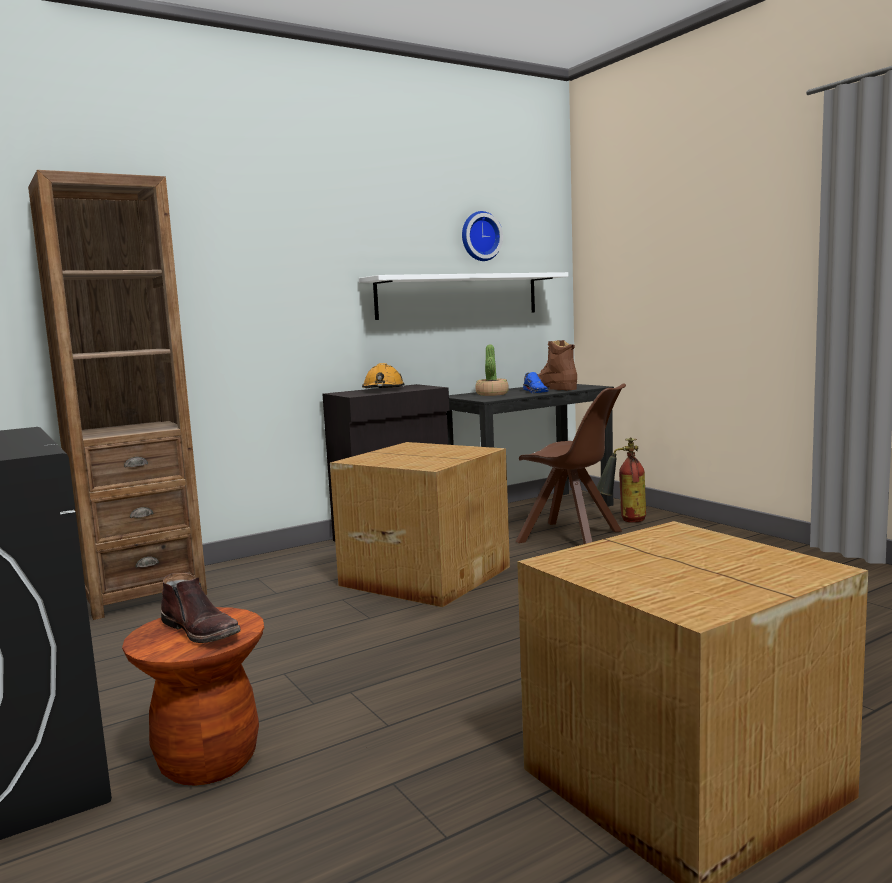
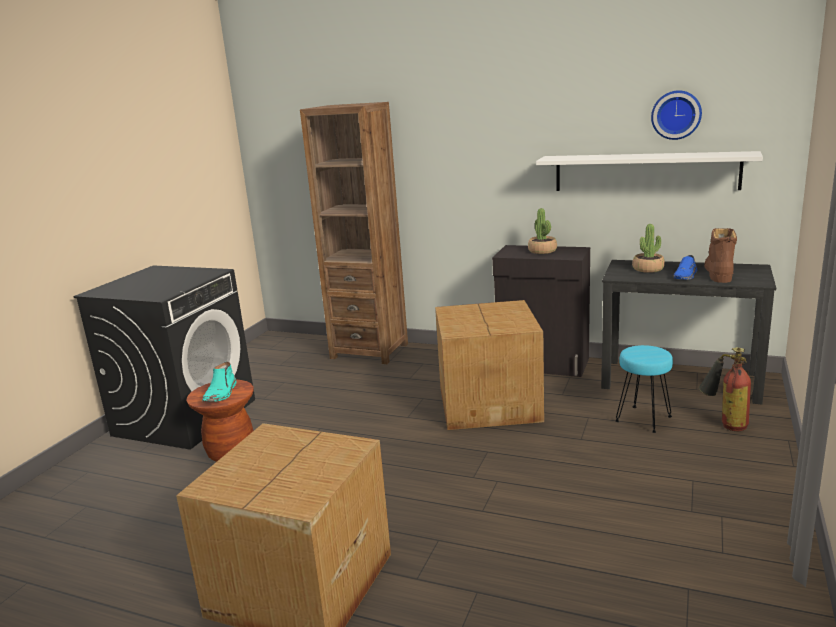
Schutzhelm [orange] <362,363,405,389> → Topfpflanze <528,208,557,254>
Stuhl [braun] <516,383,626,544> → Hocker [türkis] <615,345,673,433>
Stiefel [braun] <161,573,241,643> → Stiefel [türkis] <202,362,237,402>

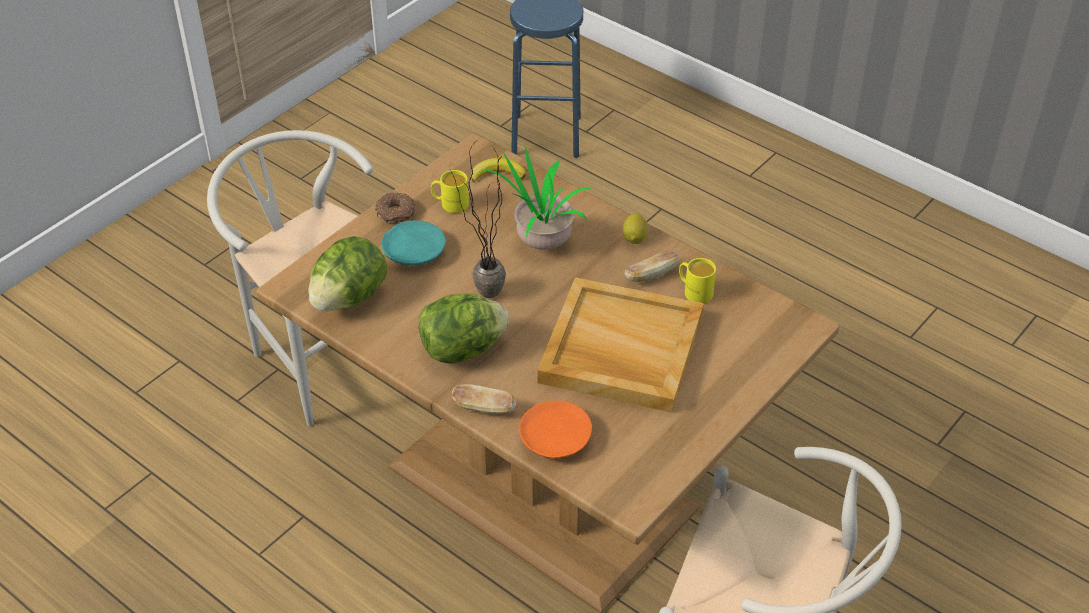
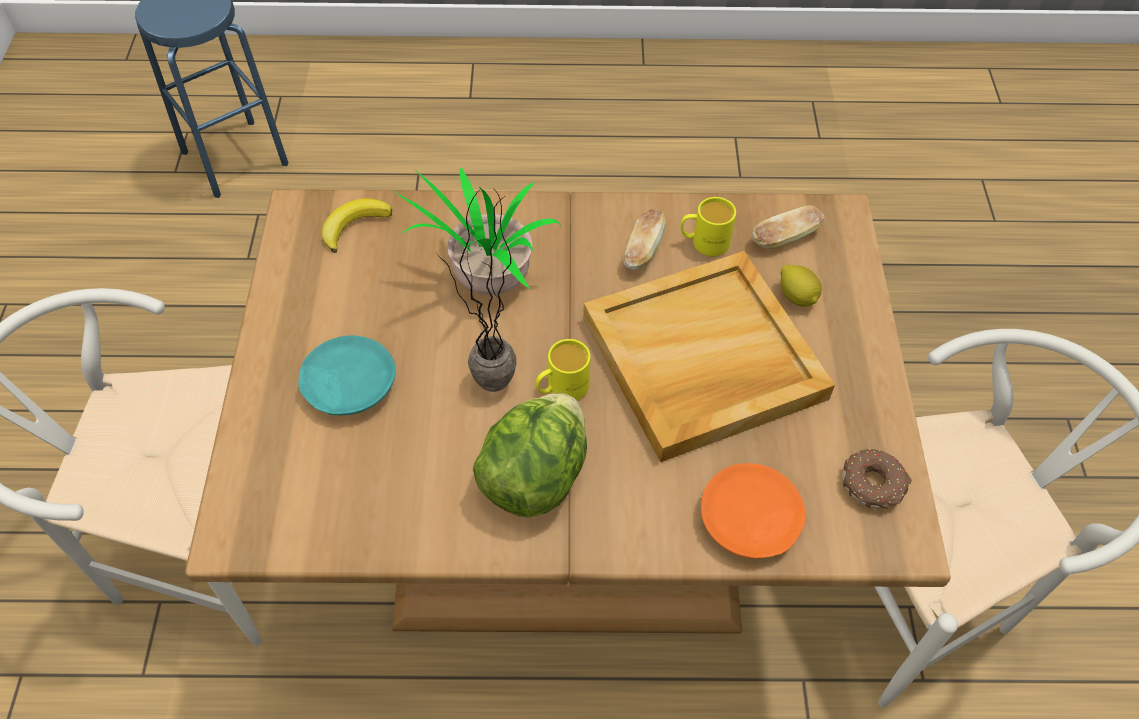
Salatkopf <308,236,387,311> → -
Donut <375,192,415,224> → Donut <843,449,912,509>, moved
Henkelbecher [gelb] <431,170,469,213> → Henkelbecher [gelb] <536,339,591,401>, moved
Brot <452,384,516,414> → Brot <752,205,825,249>, moved
Zitrone <623,213,649,244> → Zitrone <781,265,822,307>, moved

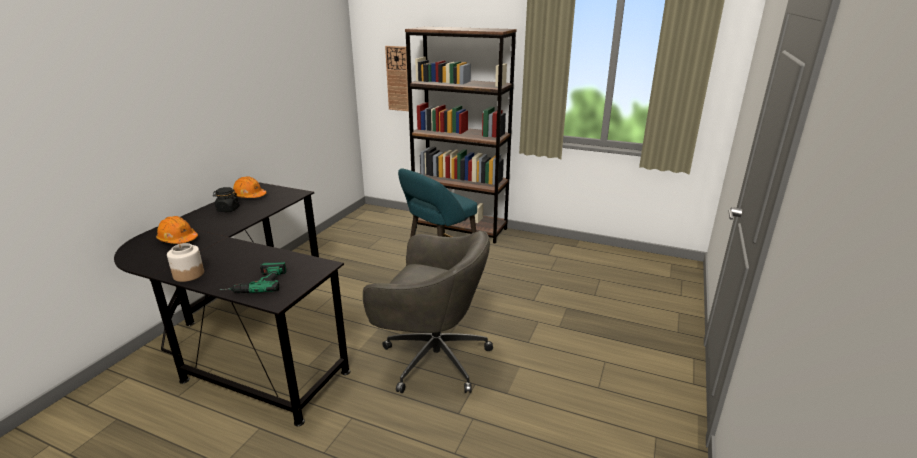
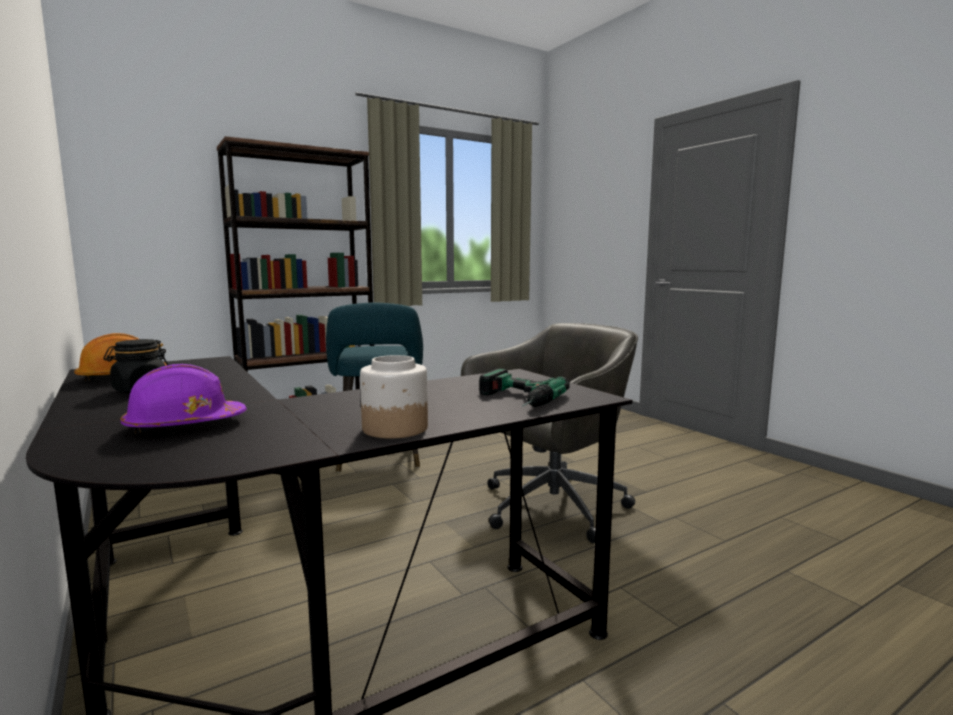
Wanduhr <385,46,409,111> → -
Schutzhelm [orange] <156,216,198,244> → Schutzhelm [lila] <120,364,247,434>

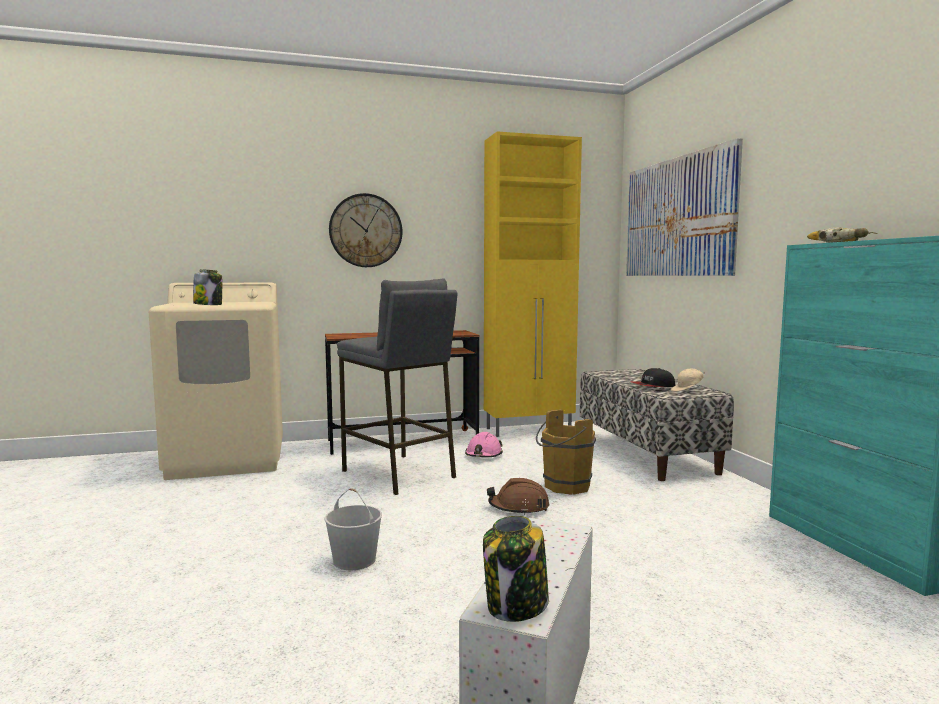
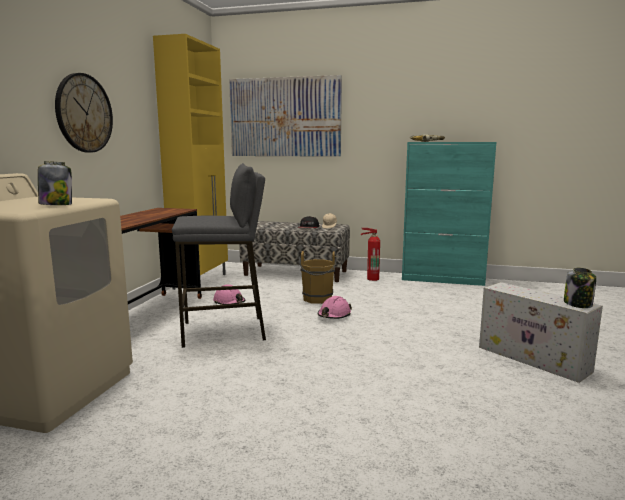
Eimer [weiß] <325,488,382,570> → -
- → Feuerlöscher <361,228,380,281>
Schutzhelm [braun] <487,478,549,515> → Schutzhelm [rosa] <318,296,352,319>

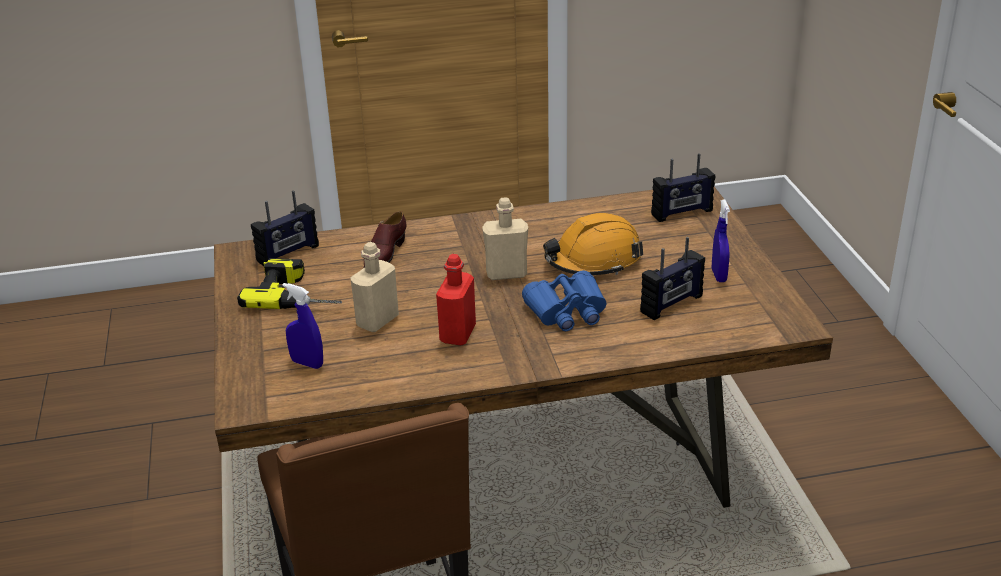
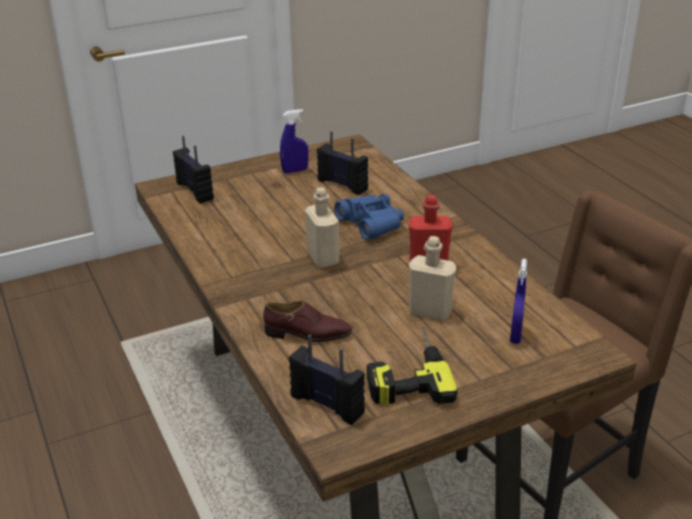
Schutzhelm [orange] <543,213,643,275> → -

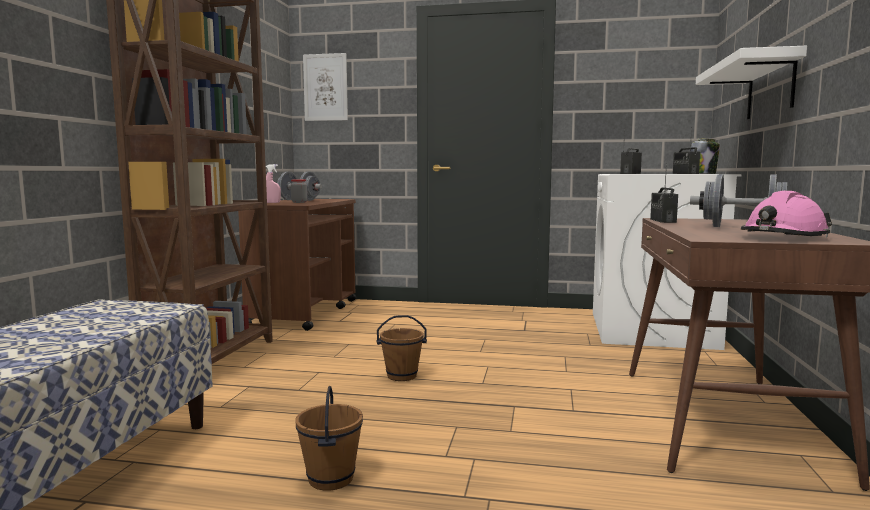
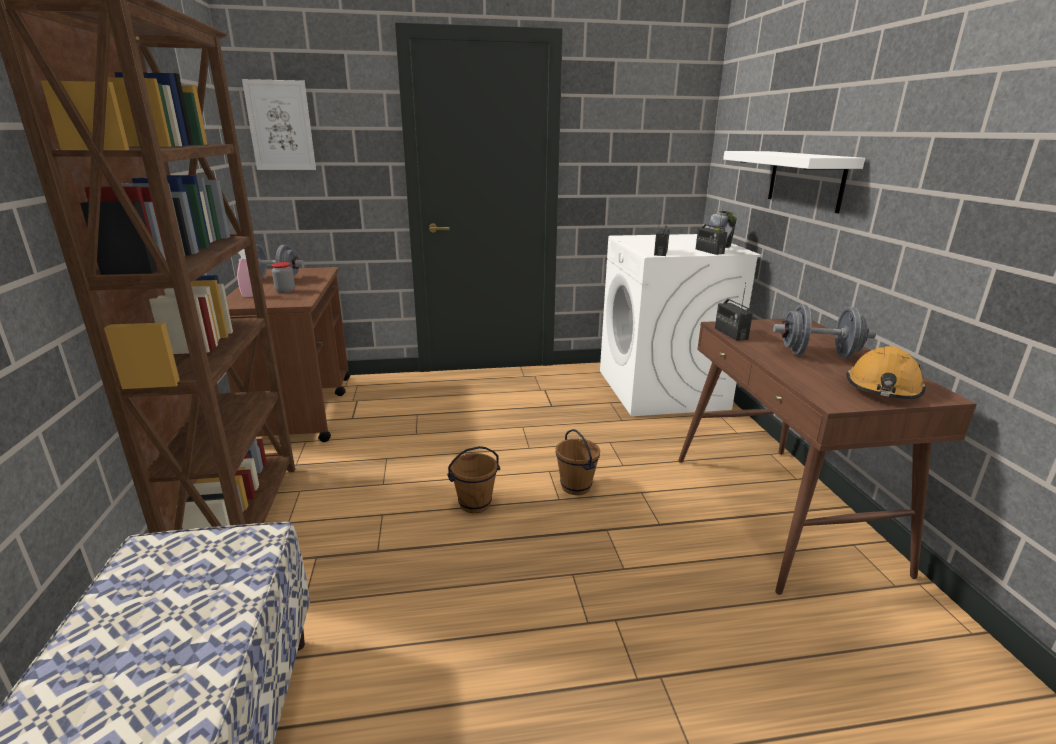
Eimer [braun] <295,386,363,491> → Eimer [braun] <556,429,600,495>, moved
Schutzhelm [rosa] <741,191,832,238> → Schutzhelm [orange] <846,346,925,399>

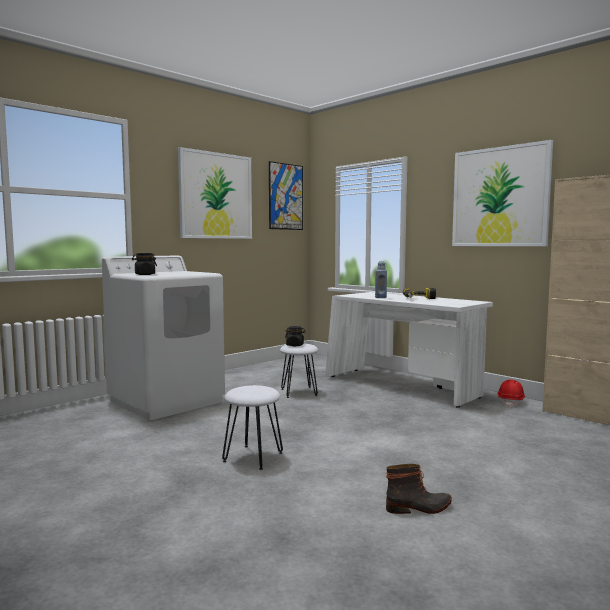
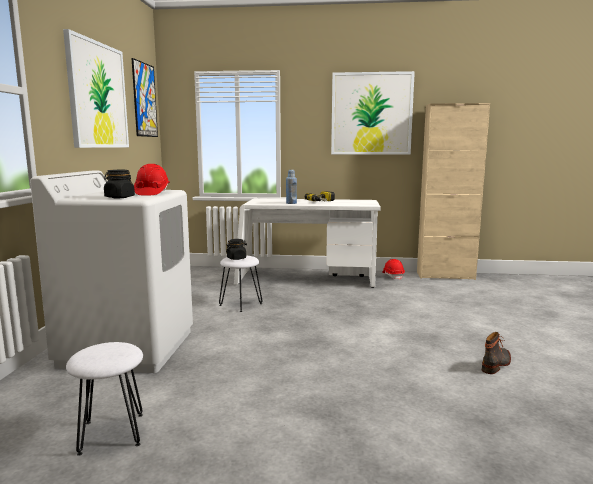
- → Schutzhelm [rot] <134,164,170,195>
Hocker [weiß] <222,385,283,470> → Hocker [weiß] <66,342,143,456>, moved

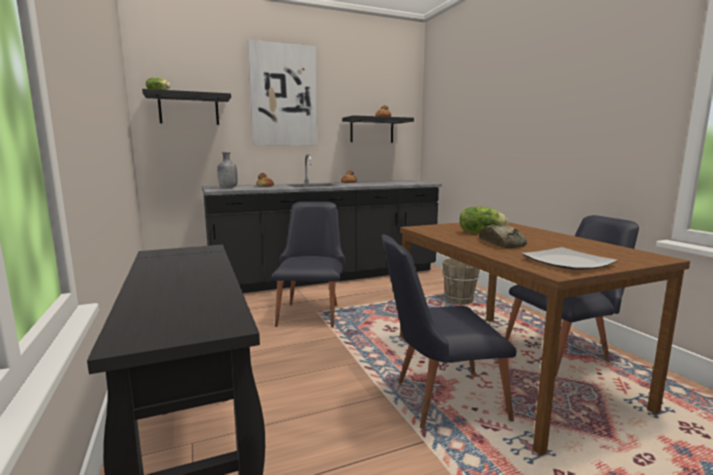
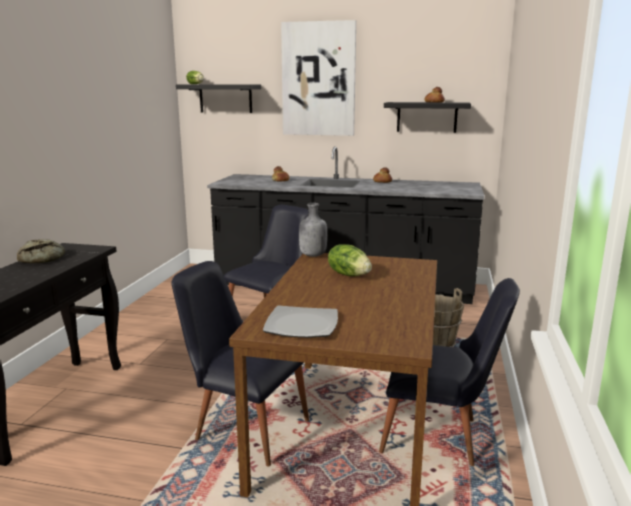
Flasche [grau] <217,152,238,188> → Flasche [grau] <299,203,327,257>, moved
Brot <479,225,527,248> → Brot <17,239,65,263>, moved

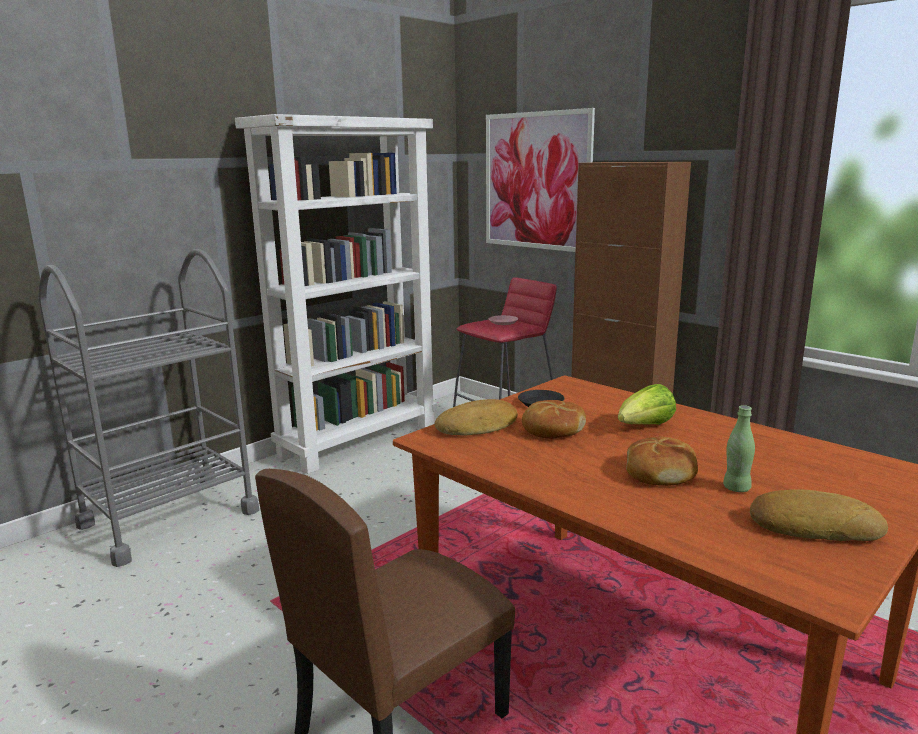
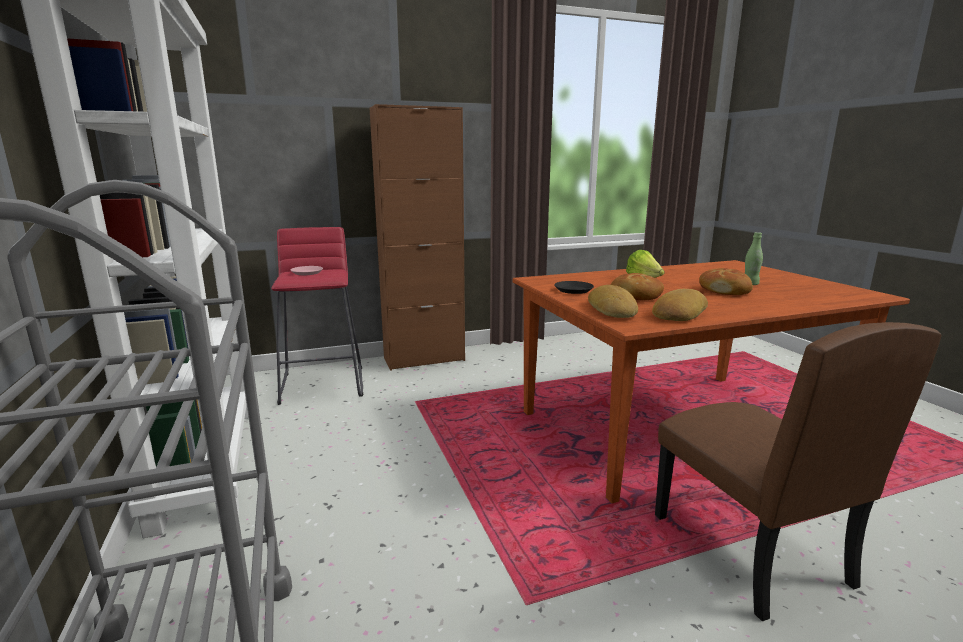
Bild <486,108,595,252> → -
Brot <750,489,888,541> → Brot <652,289,708,321>, moved

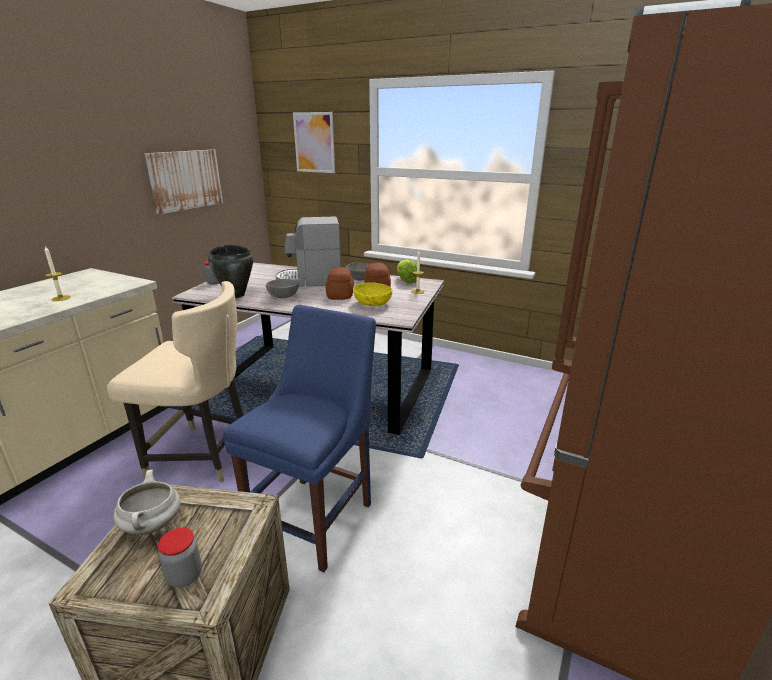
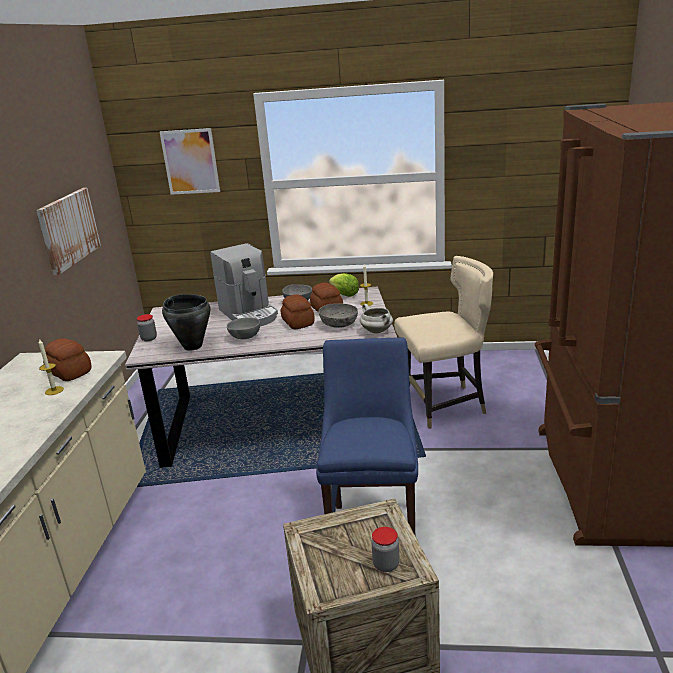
- → Brot <43,338,91,381>
Stuhl [beige] <107,281,243,483> → Stuhl [beige] <394,256,493,429>, moved
Kochtopf [weiß] <114,470,181,535> → Kochtopf [weiß] <360,304,393,334>, moved
Schüssel [gelb] <353,282,392,306> → Schüssel [grau] <319,303,358,328>
Kaffeemaschine <275,217,341,287> → Kaffeemaschine <210,243,278,326>, 90 degrees counterclockwise

